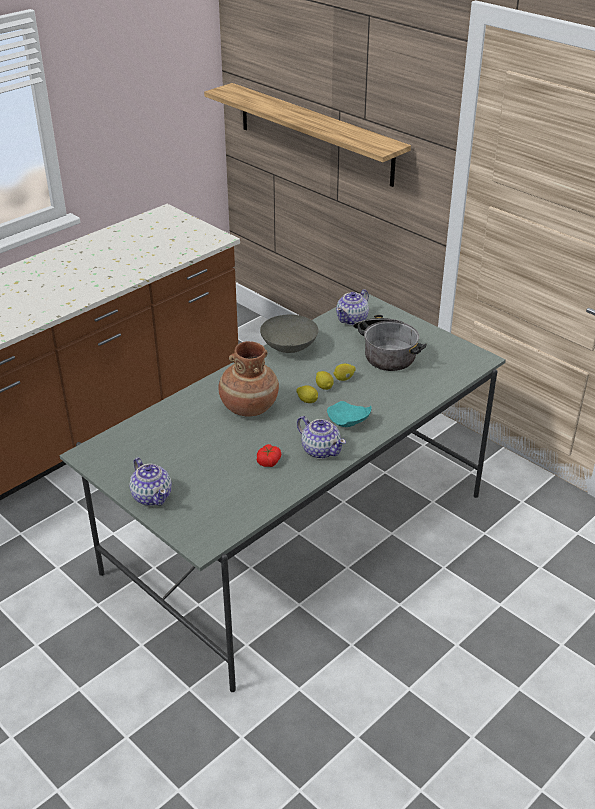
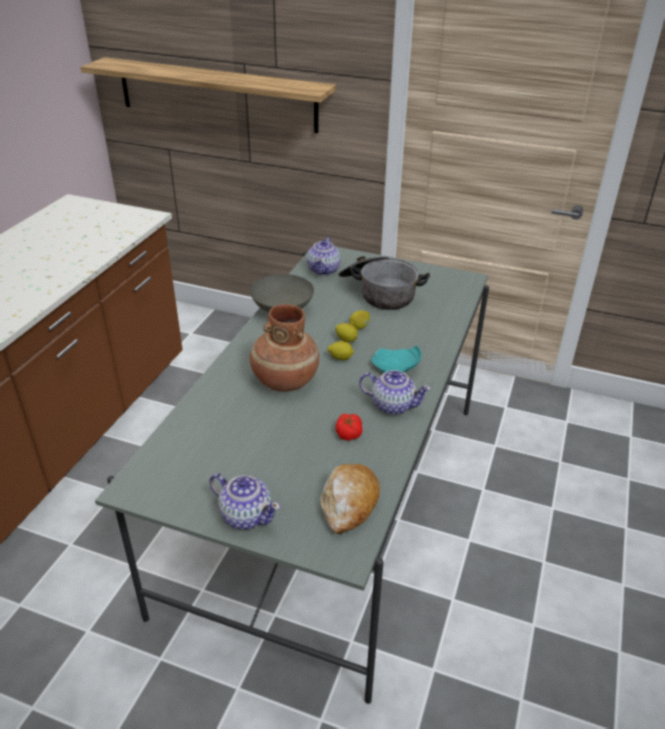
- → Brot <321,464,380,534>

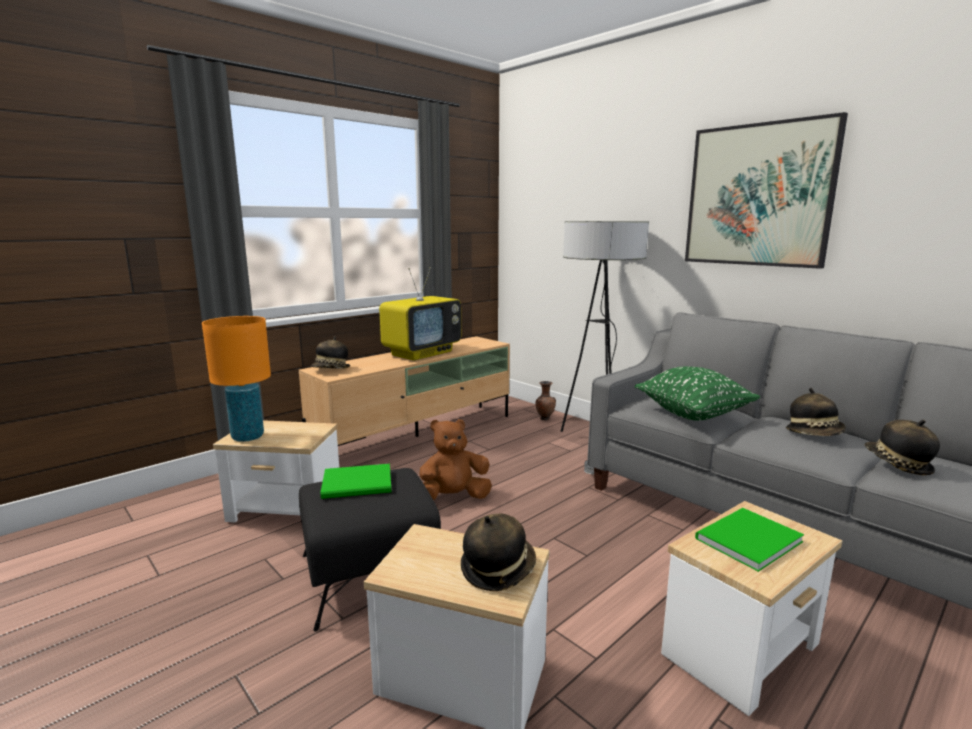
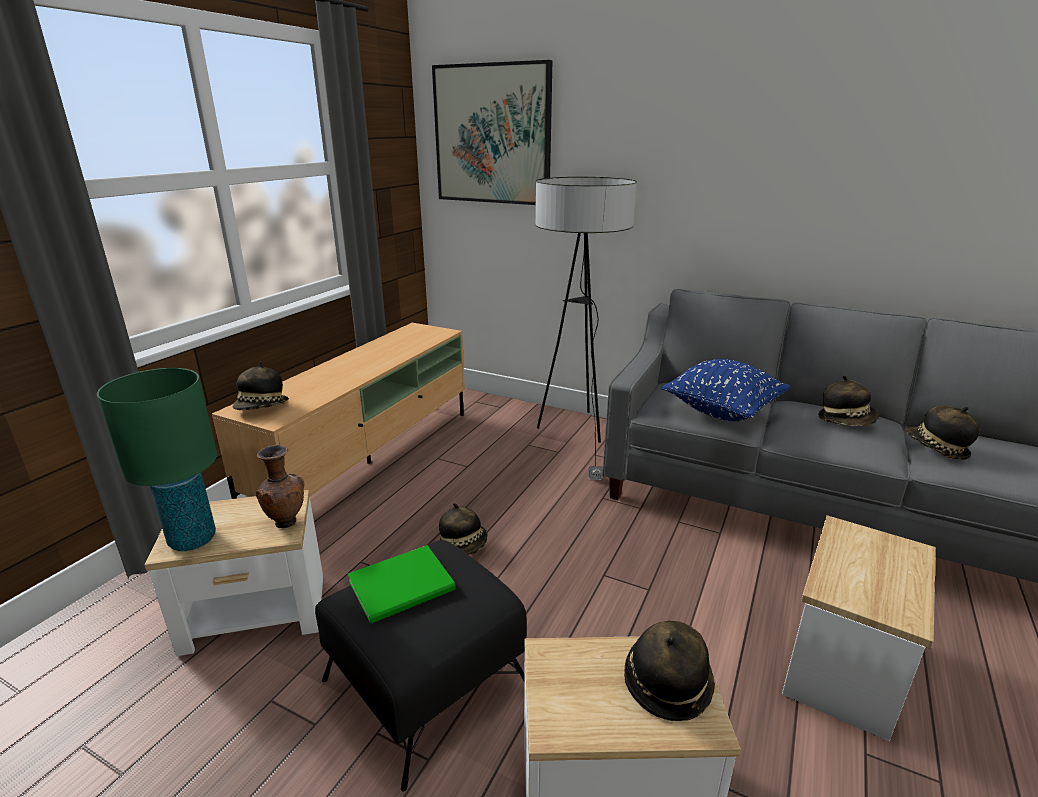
Fernseher <379,267,461,360> → -
Buch [grün] <695,508,804,572> → -
Vase [braun] <535,381,556,420> → Vase [braun] <256,445,304,528>, moved
Bild <685,112,848,269> → Bild <432,60,553,205>, moved
Plüschtier [braun] <419,419,492,500> → Hut <439,503,488,555>
Tischlampe [orange] <202,316,271,442> → Tischlampe [grün] <97,368,217,551>
Kissen [grün] <635,367,760,421> → Kissen [blau] <662,359,790,421>

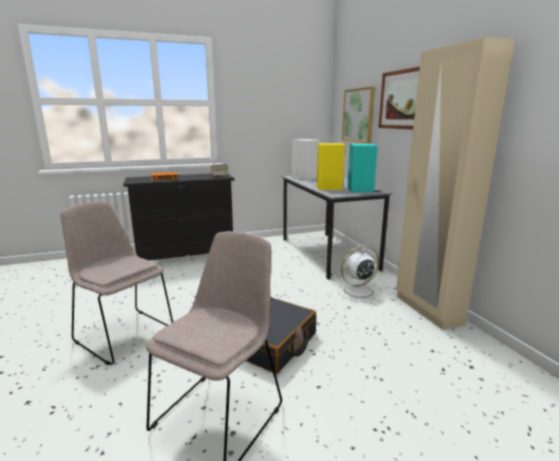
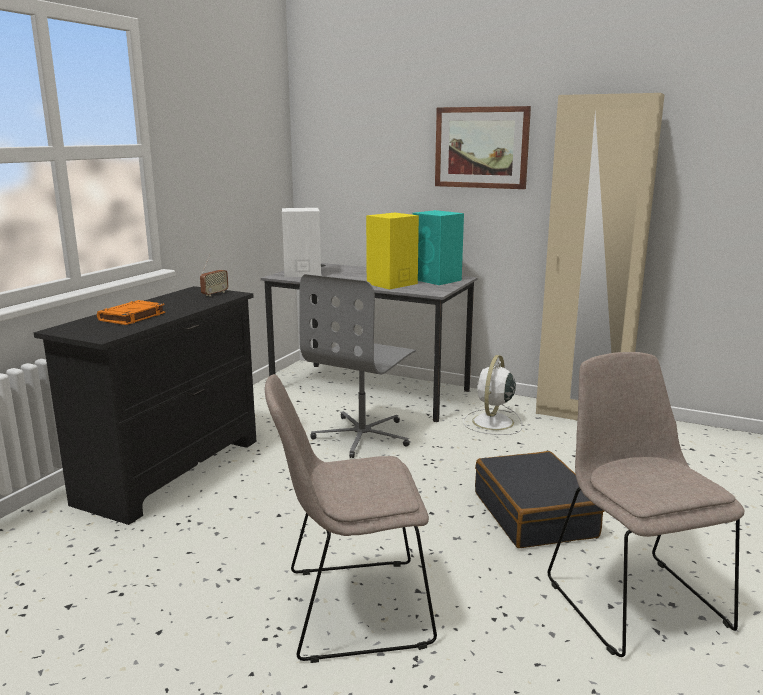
Bild <342,86,375,143> → -
- → Bürostuhl [grau] <300,274,416,458>

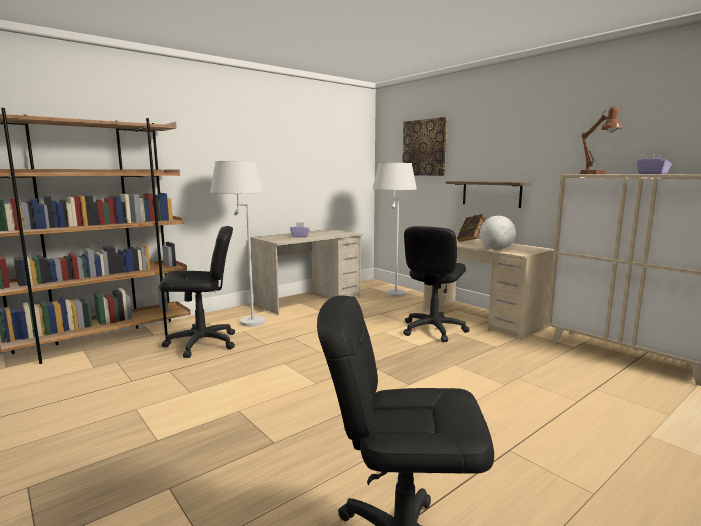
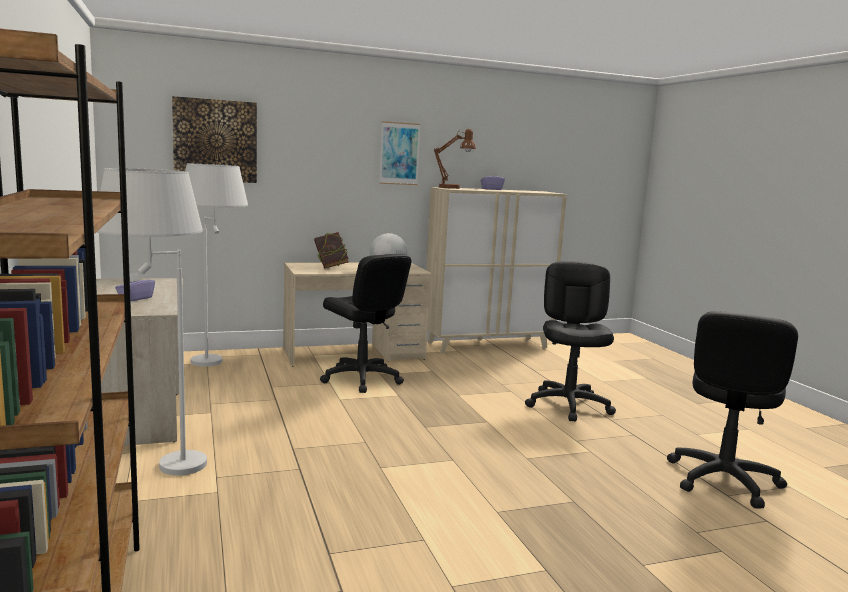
Wandregal <446,181,532,208> → -
- → Bild <379,121,421,185>
Bürostuhl [schwarz] <159,226,235,358> → Bürostuhl [schwarz] <525,261,616,422>, moved

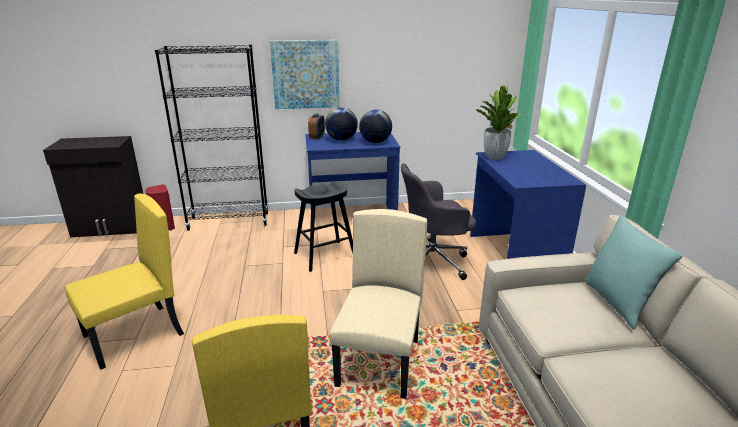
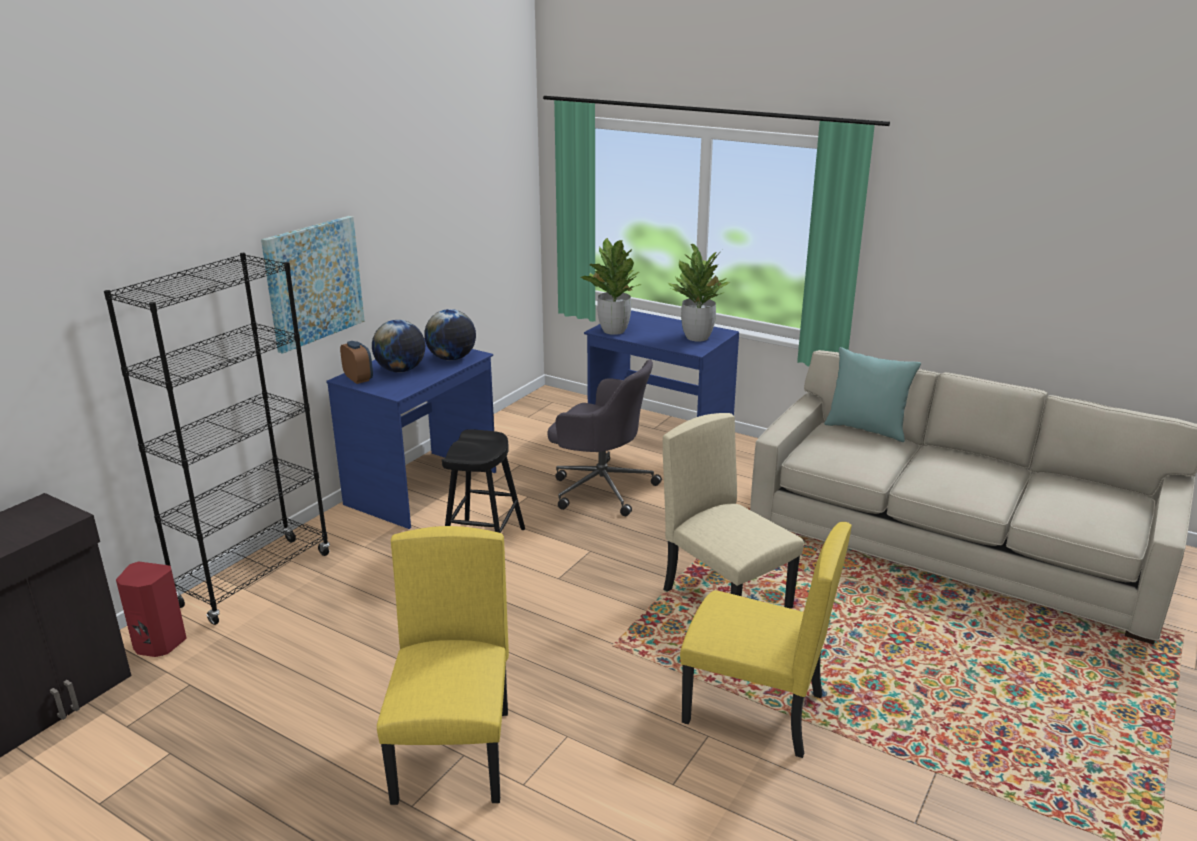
- → Topfpflanze <668,244,731,342>
Bürostuhl [grau] <401,163,476,280> → Bürostuhl [grau] <547,359,662,516>, 90 degrees counterclockwise

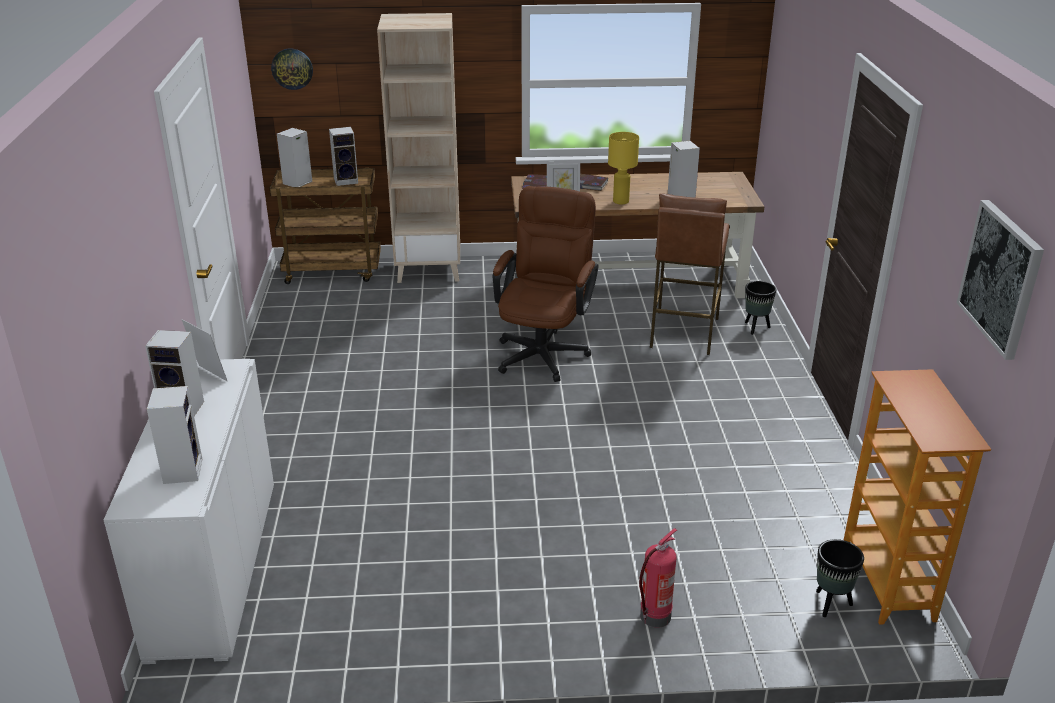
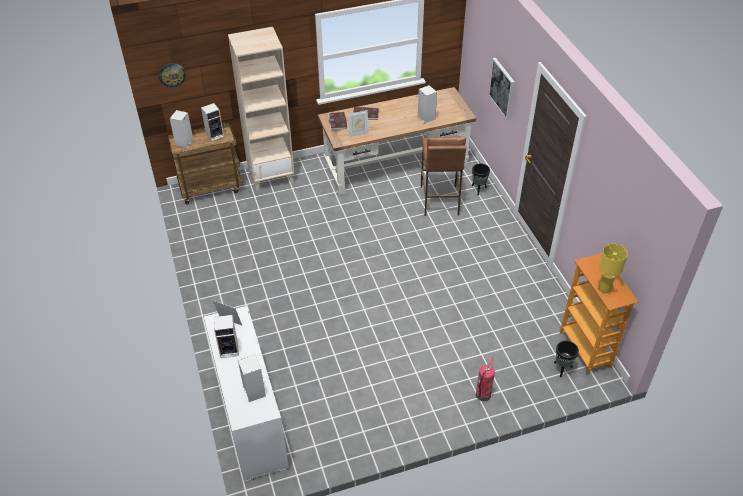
Bürostuhl [braun] <493,186,599,382> → -
Tischlampe [gelb] <608,132,639,204> → Tischlampe [gelb] <598,244,628,293>, moved
Bild <957,200,1044,360> → Bild <488,58,515,120>, moved

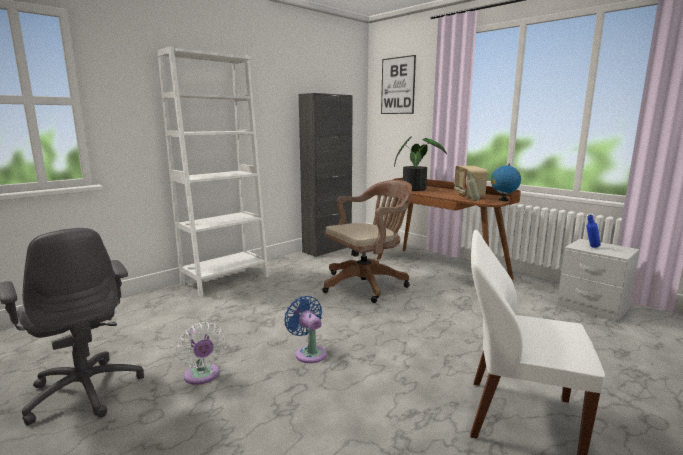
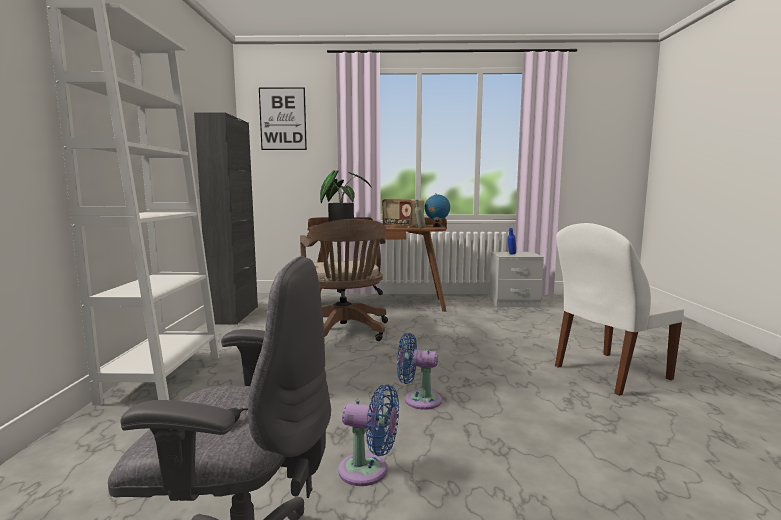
Ventilator [weiß] <176,322,226,385> → Ventilator [blau] <338,384,399,486>
Bürostuhl [braun] <322,180,412,303> → Bürostuhl [braun] <300,219,388,341>, 150 degrees clockwise

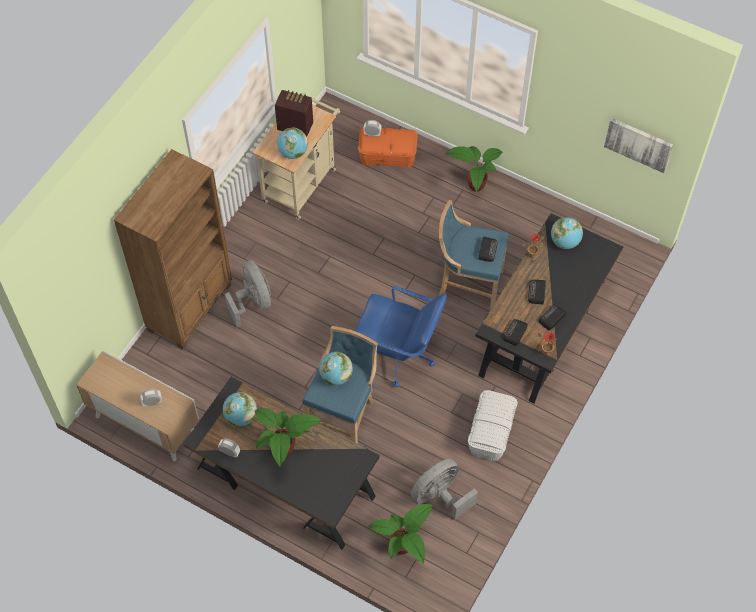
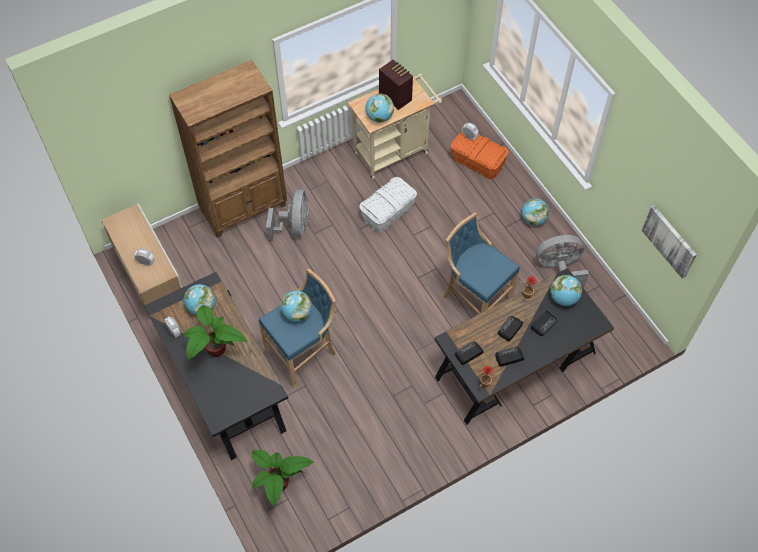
Bürostuhl [blau] <355,286,447,387> → -
Ventilator [grau] <411,459,478,519> → Ventilator [grau] <536,235,589,287>, moved
Aufbewahrungsbox [weiß] <468,390,518,461> → Aufbewahrungsbox [weiß] <359,177,417,233>, moved
Radio <478,237,498,262> → Radio <530,310,557,336>, moved
Topfpflanze <446,146,503,193> → Globus <521,198,549,226>

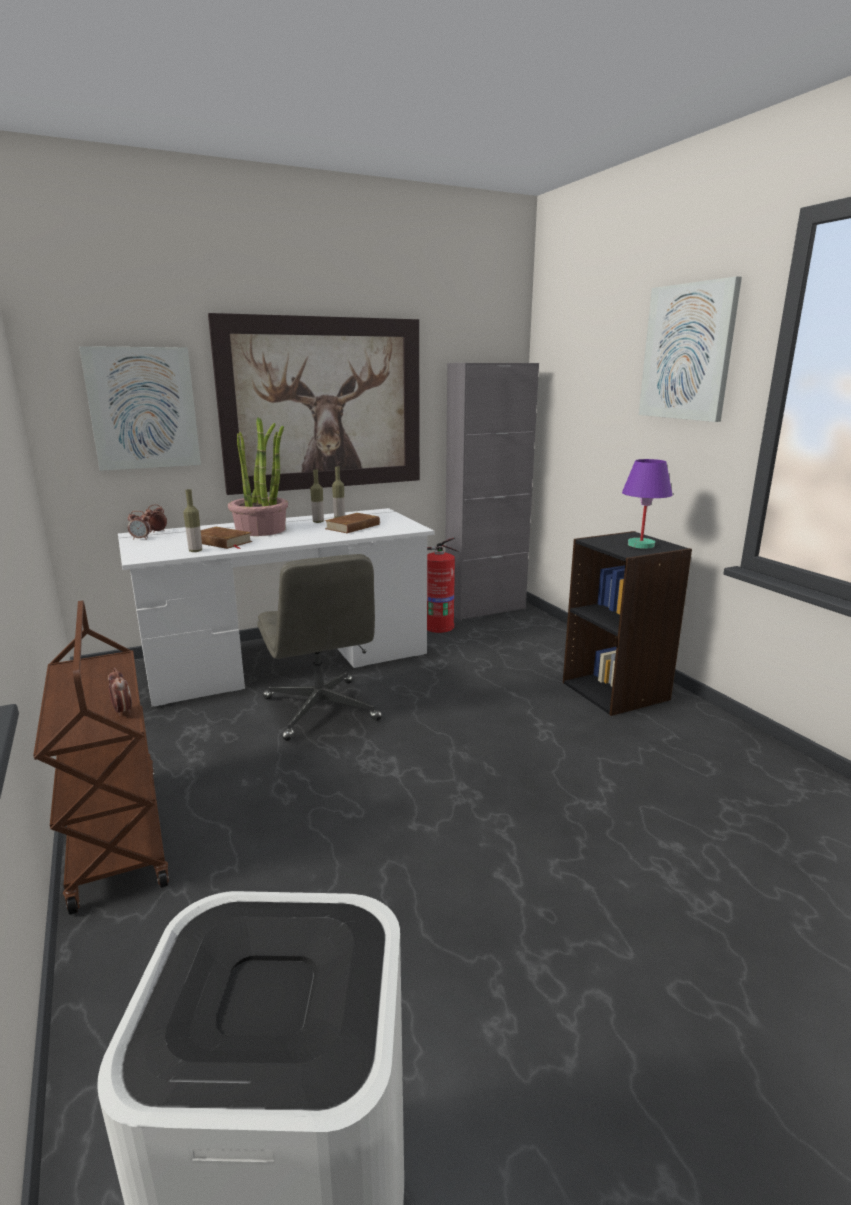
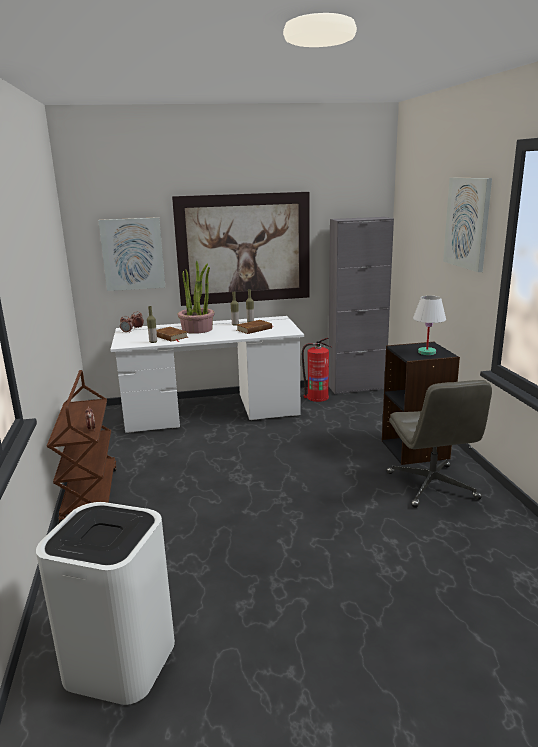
Bürostuhl [grau] <257,554,382,741> → Bürostuhl [grau] <386,380,492,508>, moved
Tischlampe [lila] <622,459,672,549> → Tischlampe [weiß] <413,296,446,355>

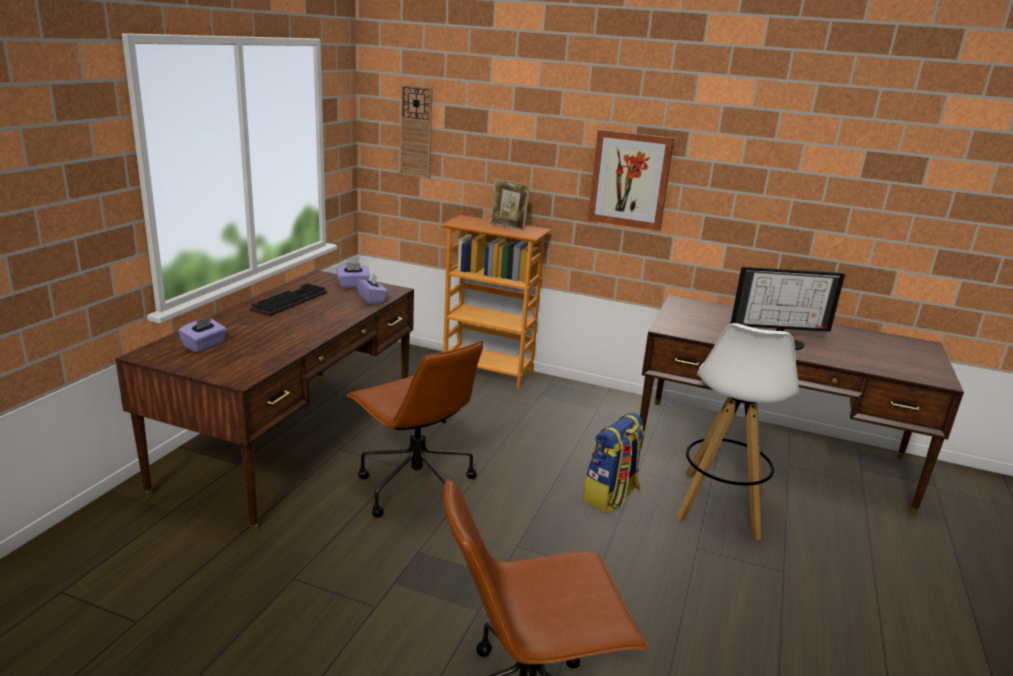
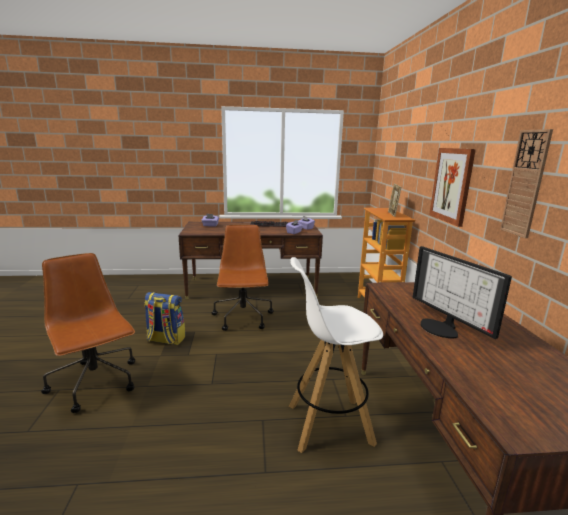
Wanduhr <400,84,433,179> → Wanduhr <500,129,553,238>, moved
Rucksack <583,413,645,513> → Rucksack <144,292,185,345>, moved
Bürostuhl [braun] <347,341,483,517> → Bürostuhl [braun] <212,225,274,331>, 150 degrees clockwise

